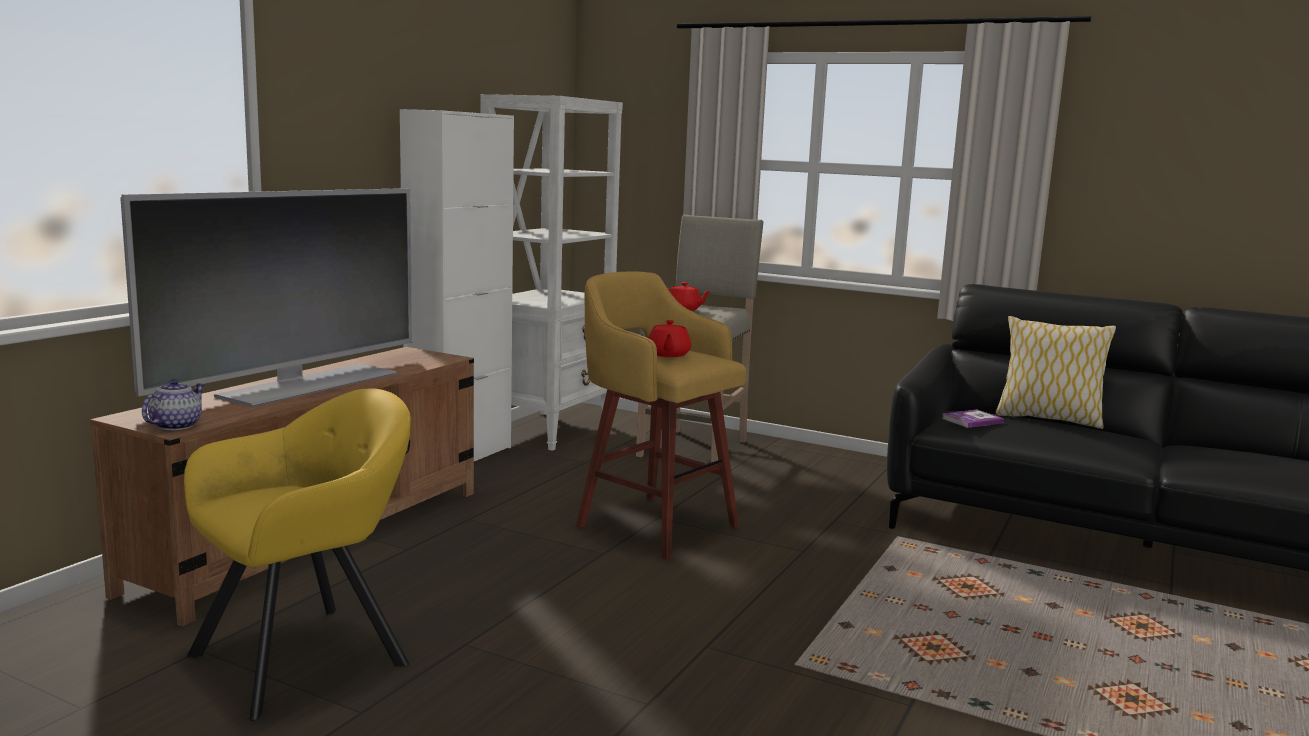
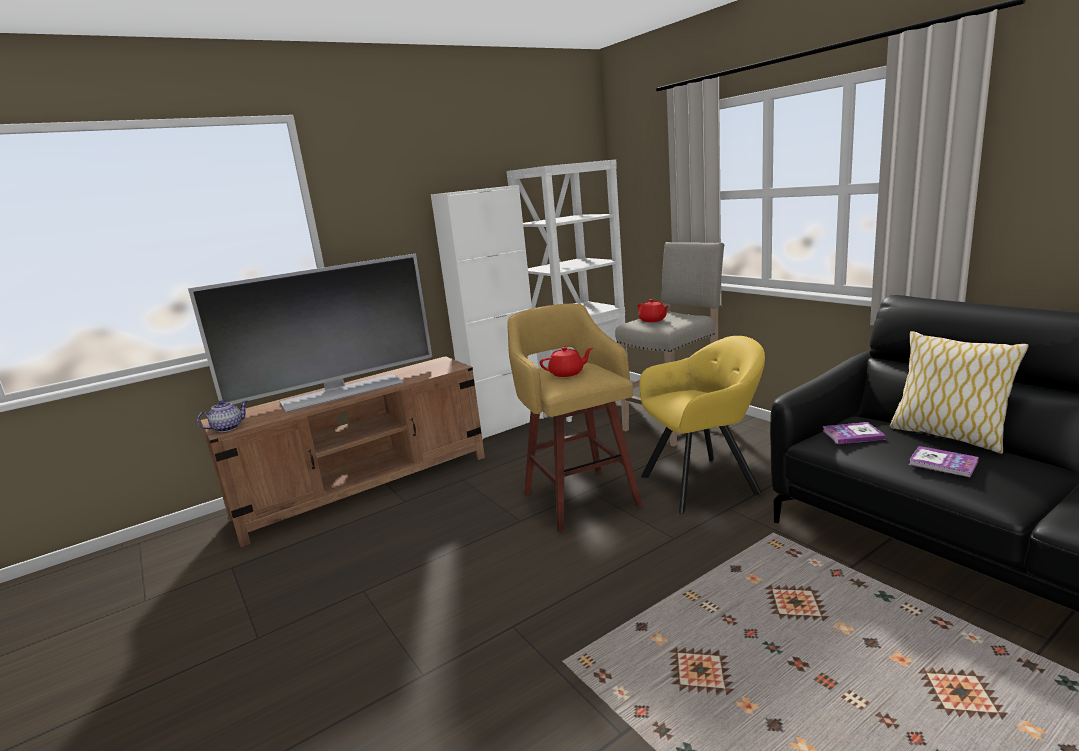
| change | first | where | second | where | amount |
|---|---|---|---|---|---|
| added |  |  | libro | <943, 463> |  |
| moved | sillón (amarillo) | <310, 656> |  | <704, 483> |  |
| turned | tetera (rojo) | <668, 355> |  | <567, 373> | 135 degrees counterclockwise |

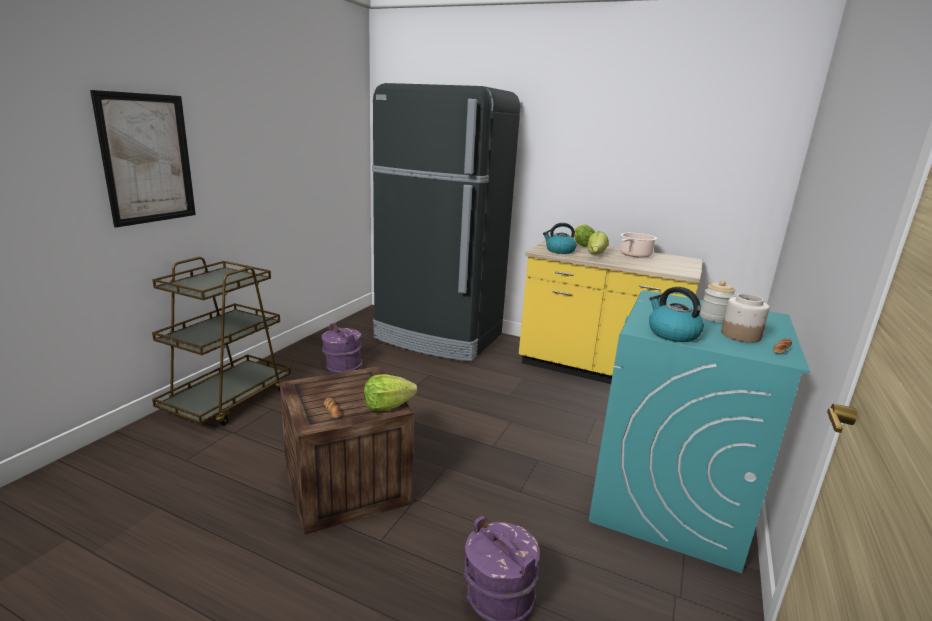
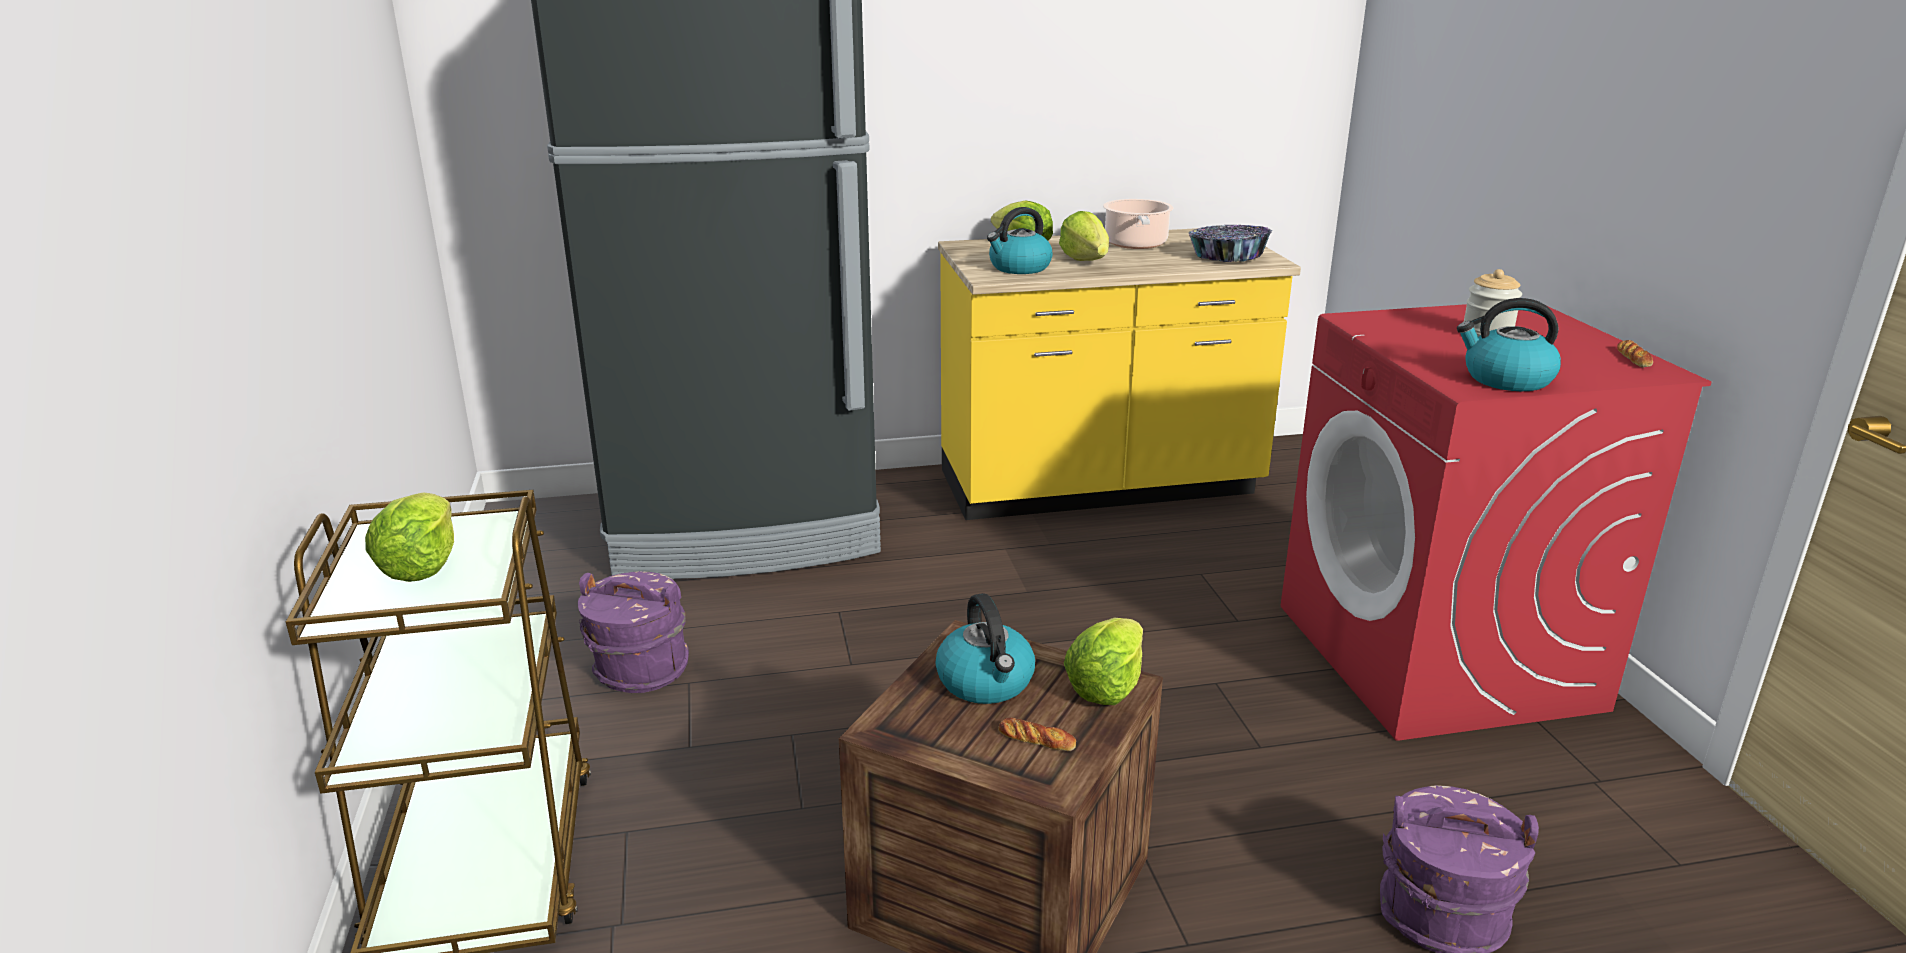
| change | first | where | second | where | amount |
|---|---|---|---|---|---|
| removed | cuadro | <147, 159> |  |  |  |
| removed | tarro | <740, 335> |  |  |  |
| added |  |  | lechuga | <422, 565> |  |
| added |  |  | hervidor | <986, 682> |  |
| added |  |  | cuenco | <1228, 257> |  |
| recoloured | lavadora (turquesa) | <668, 501> | lavadora (rojo) | <1437, 657> |  |

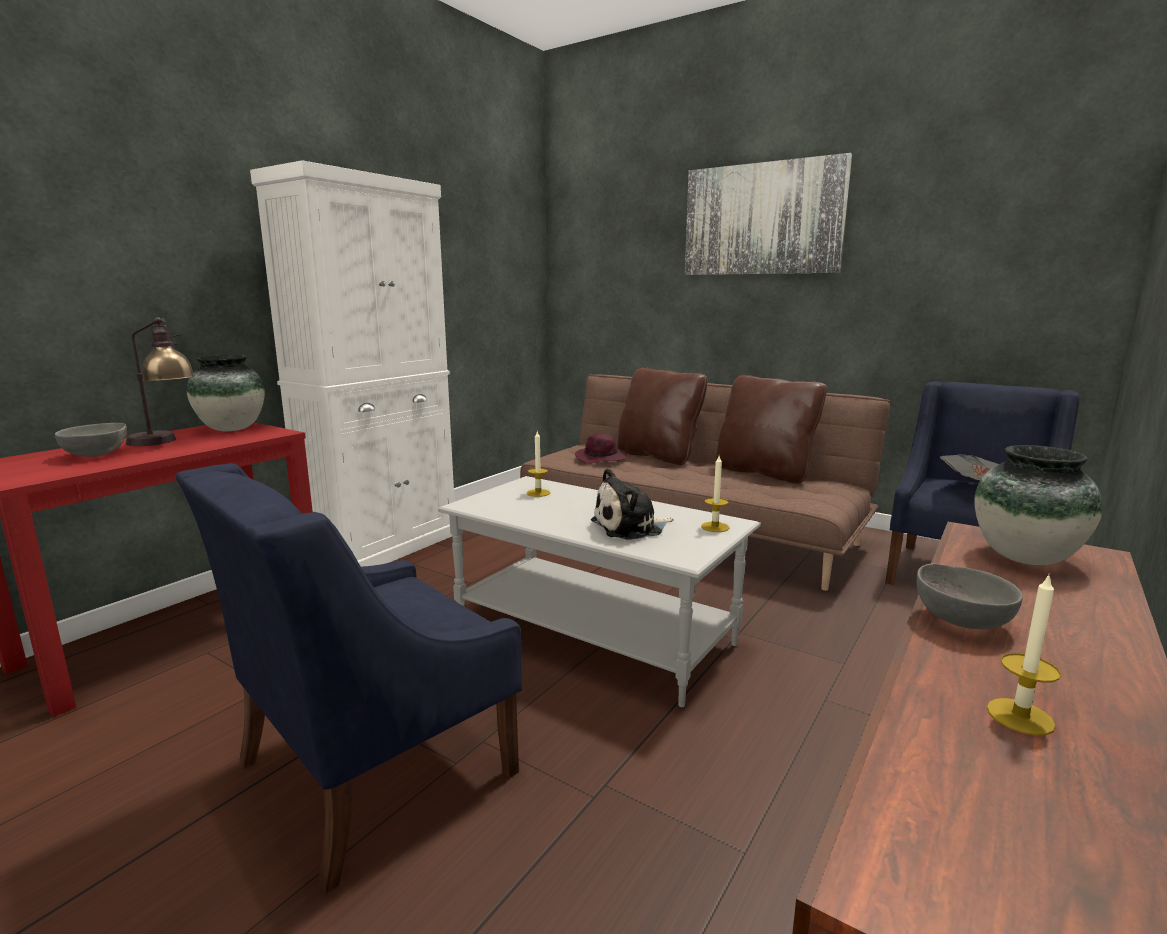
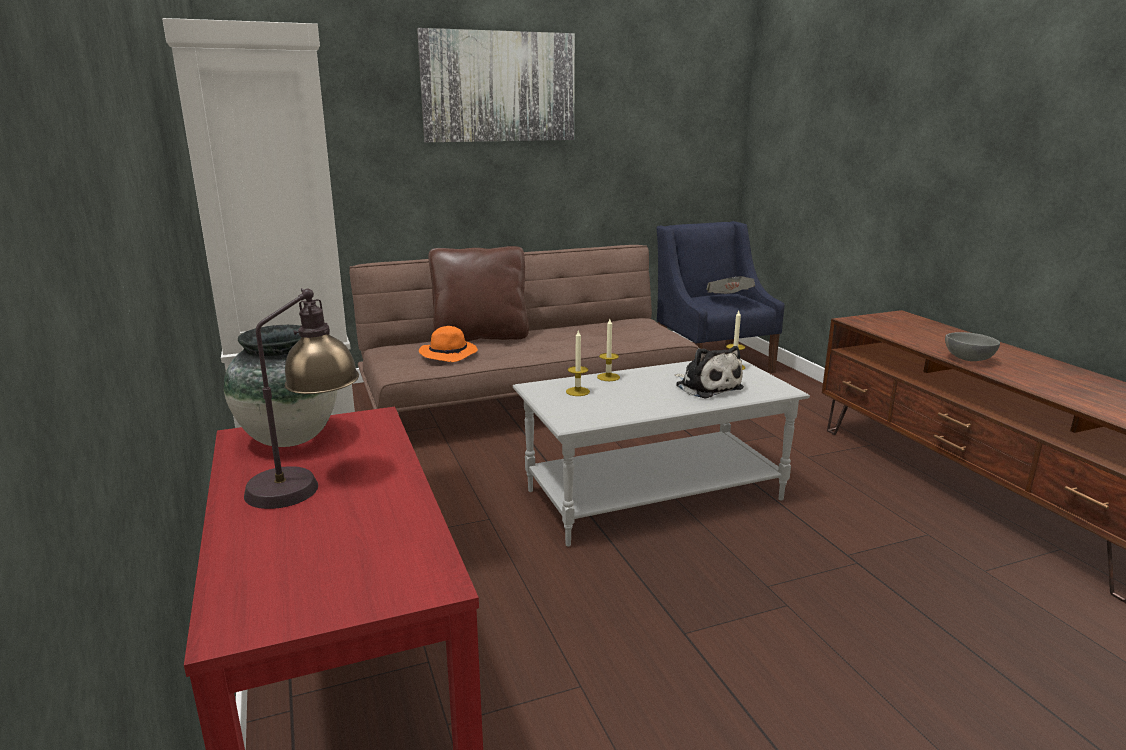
| change | first | where | second | where | amount |
|---|---|---|---|---|---|
| removed | cuenco (gris) | <98, 455> |  |  |  |
| removed | sillón (azul) | <373, 768> |  |  |  |
| removed | cojín (marrón) | <764, 472> |  |  |  |
| removed | florero | <1025, 558> |  |  |  |
| moved | vela | <1020, 716> |  | <608, 377> |  |
| recoloured | sombrero (morado) | <601, 458> | sombrero (naranja) | <449, 354> |  |
| turned | peluche | <631, 527> |  | <706, 386> | 45 degrees counterclockwise |

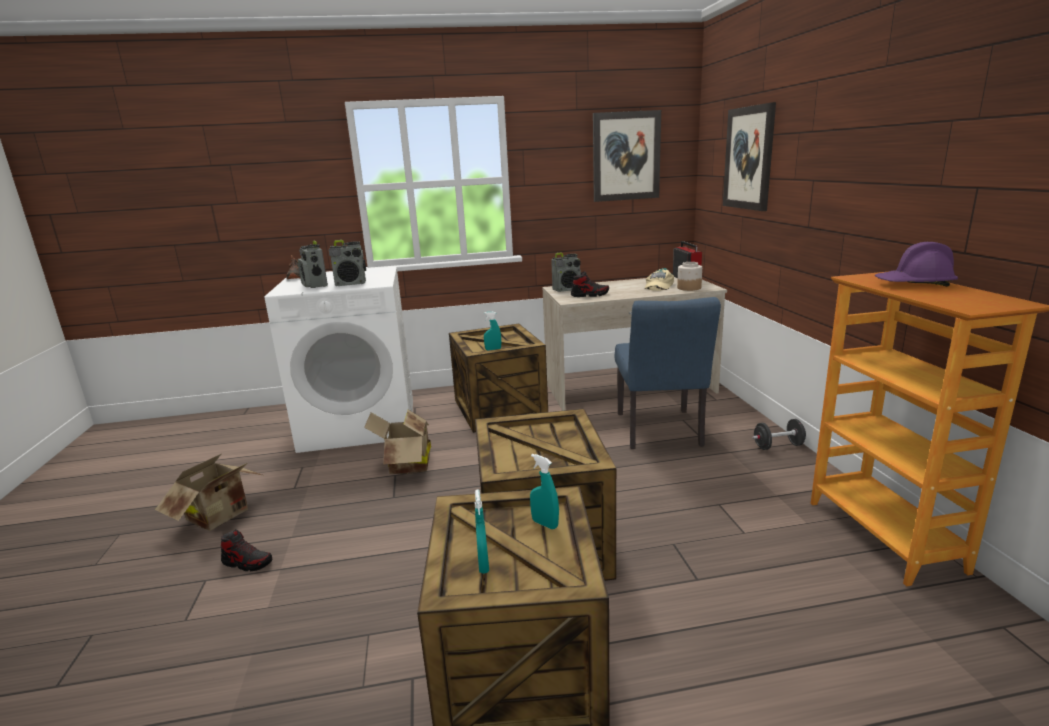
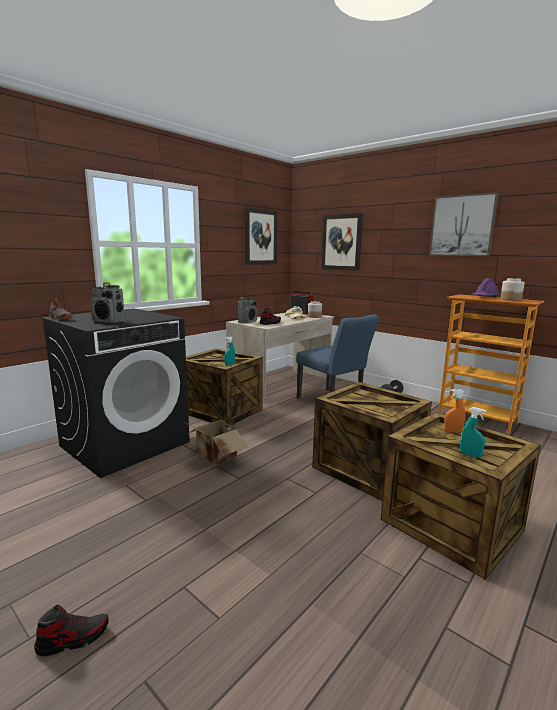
| change | first | where | second | where | amount |
|---|---|---|---|---|---|
| removed | caja de cartón | <222, 516> |  |  |  |
| removed | radio | <351, 284> |  |  |  |
| added |  |  | cuadro | <462, 226> |  |
| added |  |  | tarro | <510, 299> |  |
| moved | zapato | <247, 563> |  | <73, 639> |  |
| recoloured | lavadora (blanco) | <360, 423> | lavadora (negro) | <125, 443> |  |
| recoloured | pulverizador (turquesa) | <545, 524> | pulverizador (naranja) | <452, 431> |  |

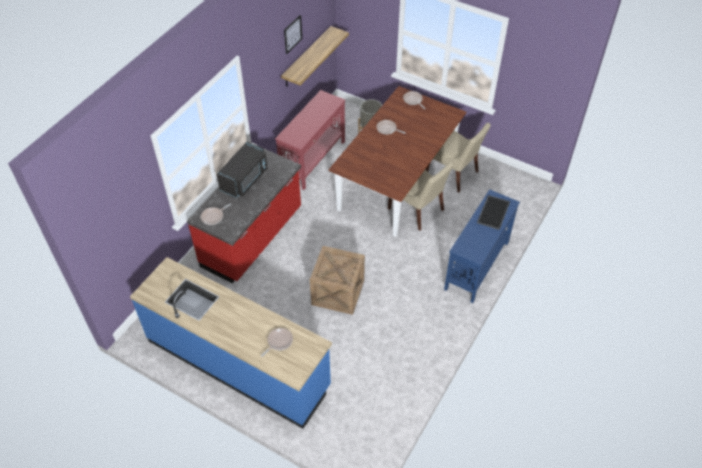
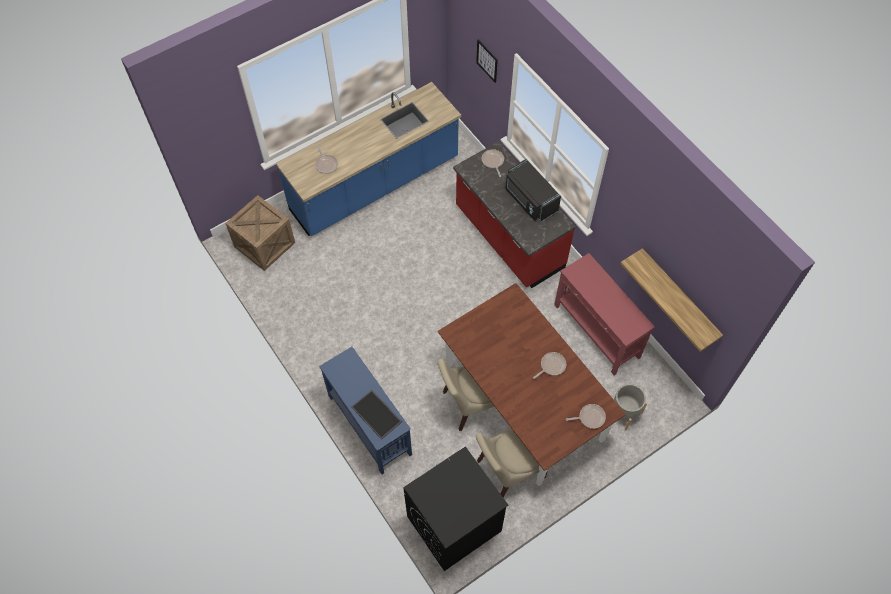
| change | first | where | second | where | amount |
|---|---|---|---|---|---|
| added |  |  | lavadora (negro) | <453, 524> |  |
| moved | cuadro | <292, 34> |  | <487, 61> |  |
| moved | caja de embalaje | <338, 292> |  | <264, 244> |  |

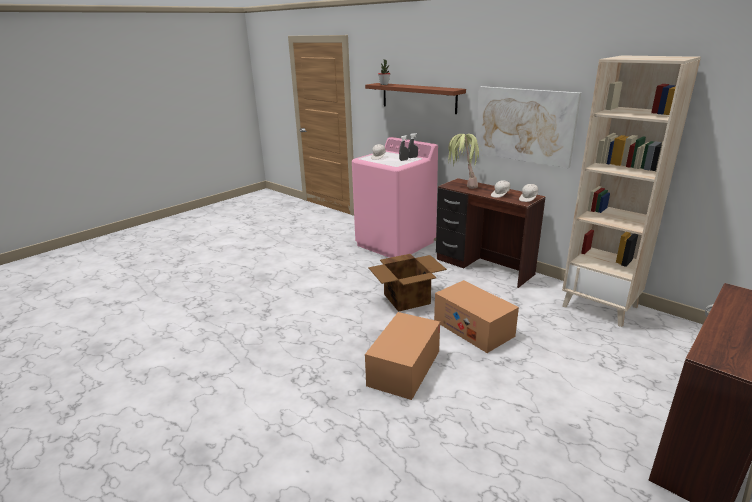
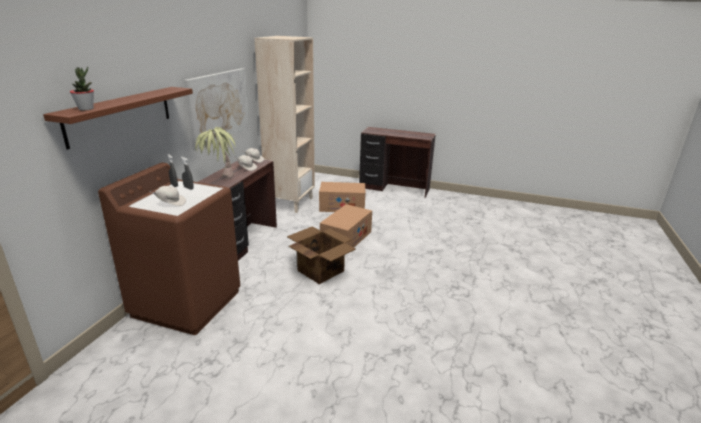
| change | first | where | second | where | amount |
|---|---|---|---|---|---|
| moved | caja de cartón | <404, 368> |  | <342, 206> |  |
| recoloured | lavadora (rosa) | <395, 244> | lavadora (marrón) | <187, 303> |  |

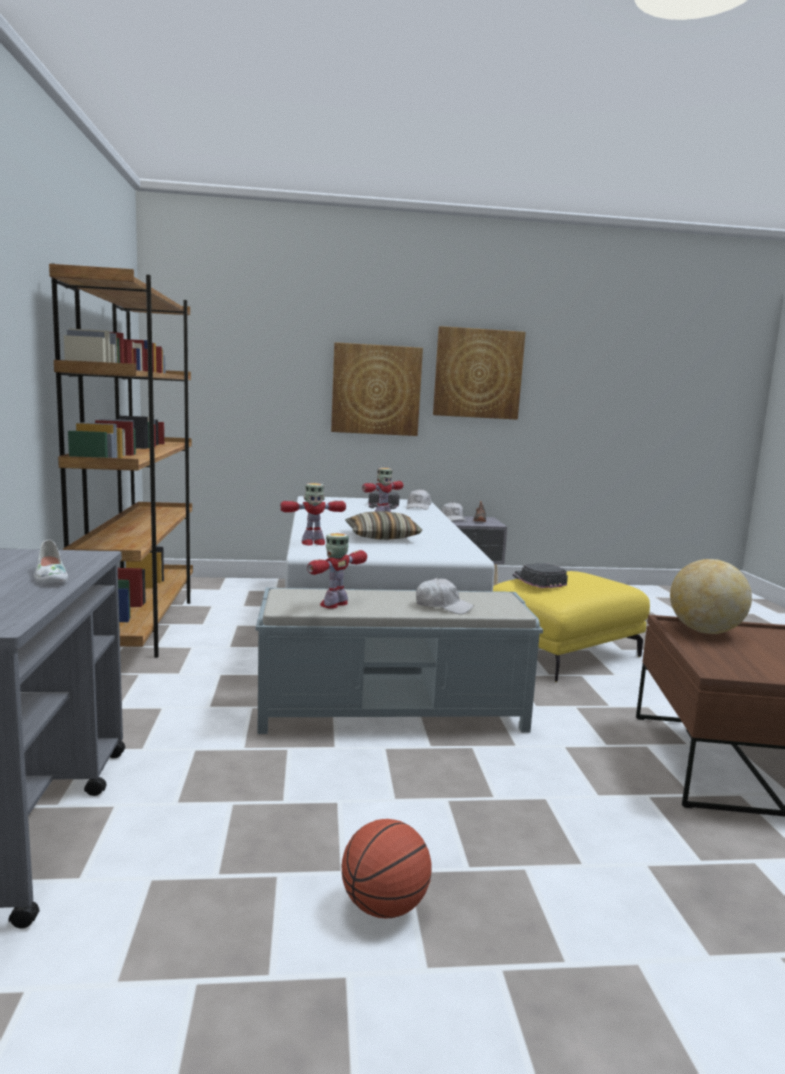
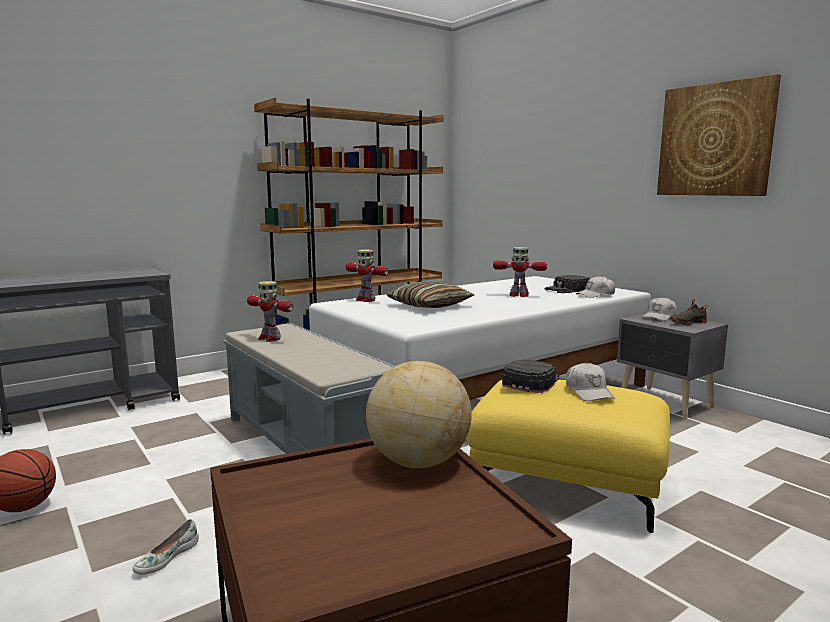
| change | first | where | second | where | amount |
|---|---|---|---|---|---|
| removed | cuadro | <376, 390> |  |  |  |
| moved | zapato (blanco) | <50, 577> |  | <166, 557> |  |
| moved | gorra (blanco) | <443, 606> |  | <588, 392> |  |
| turned | robot de juguete | <335, 604> |  | <269, 338> | 150 degrees counterclockwise |

